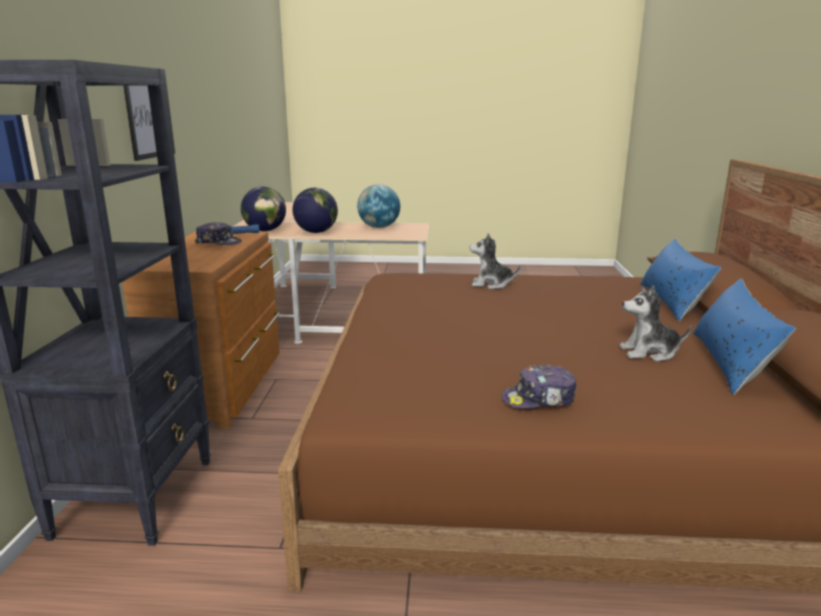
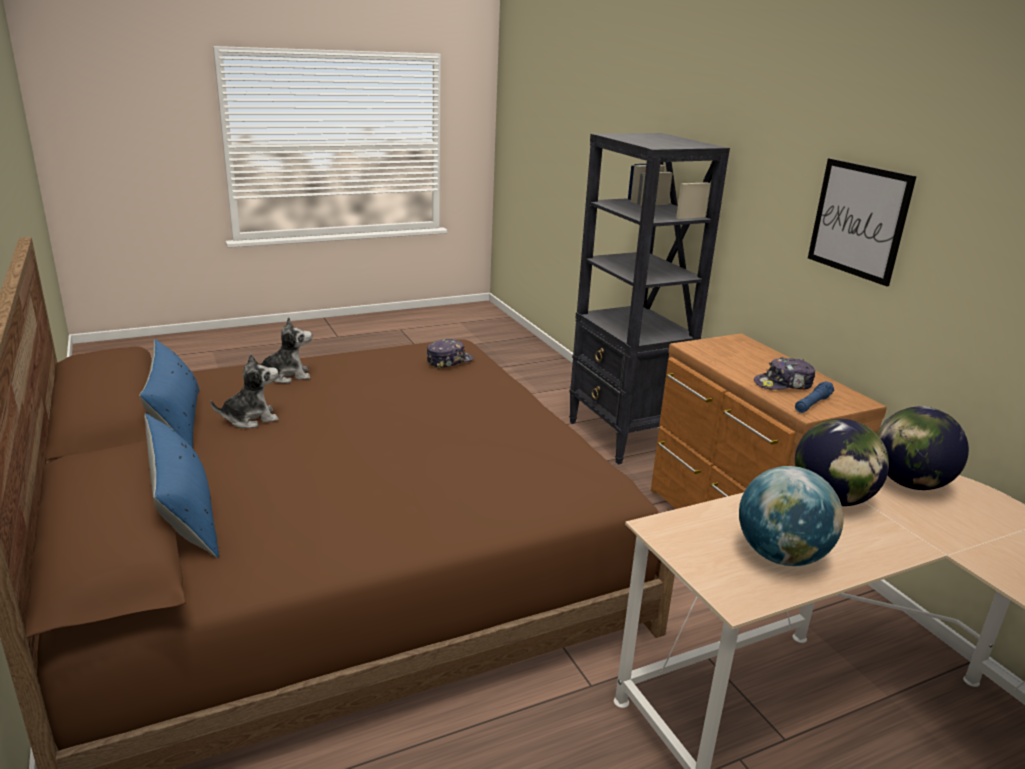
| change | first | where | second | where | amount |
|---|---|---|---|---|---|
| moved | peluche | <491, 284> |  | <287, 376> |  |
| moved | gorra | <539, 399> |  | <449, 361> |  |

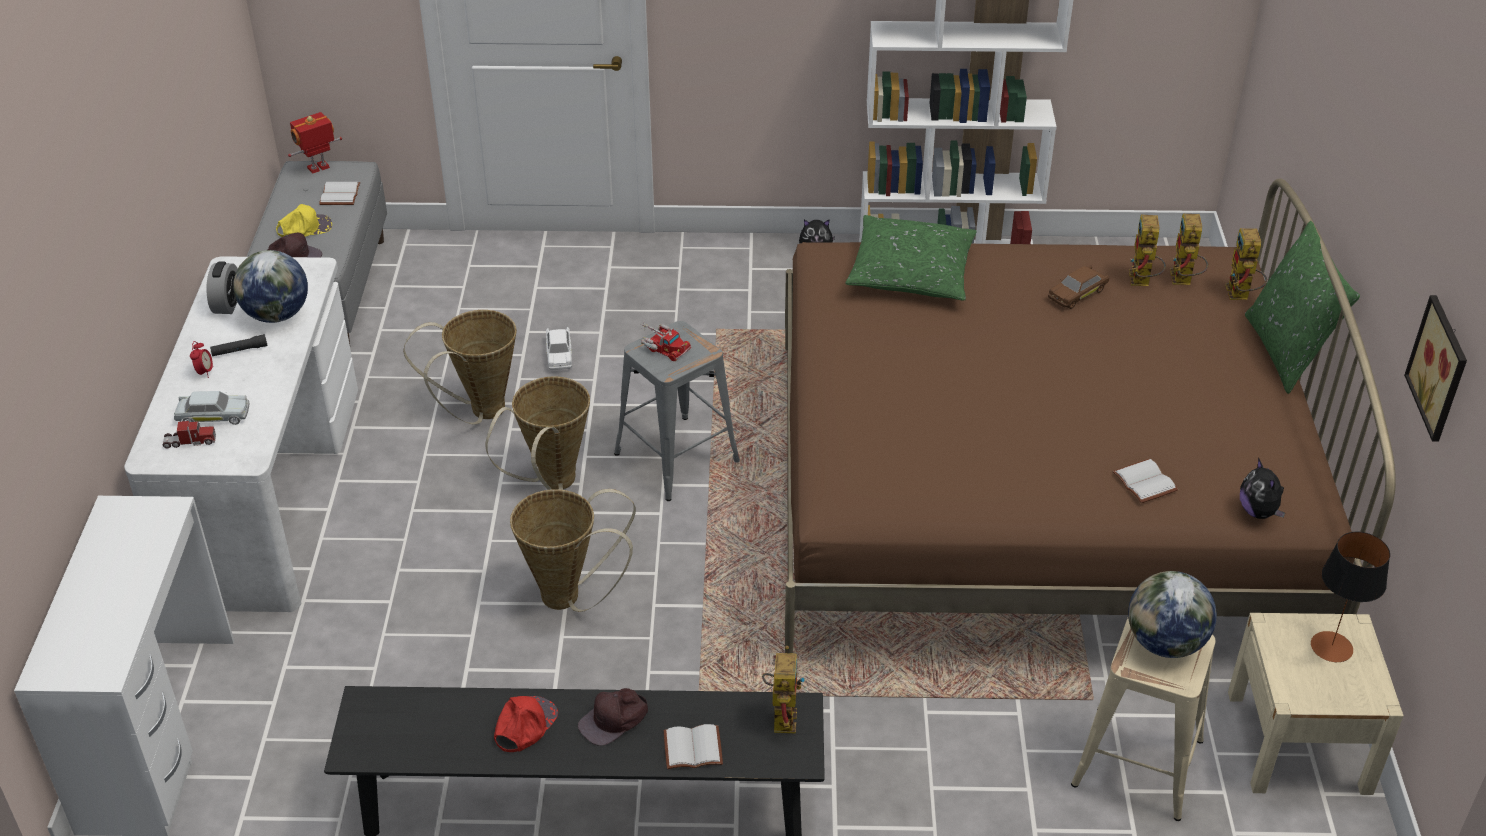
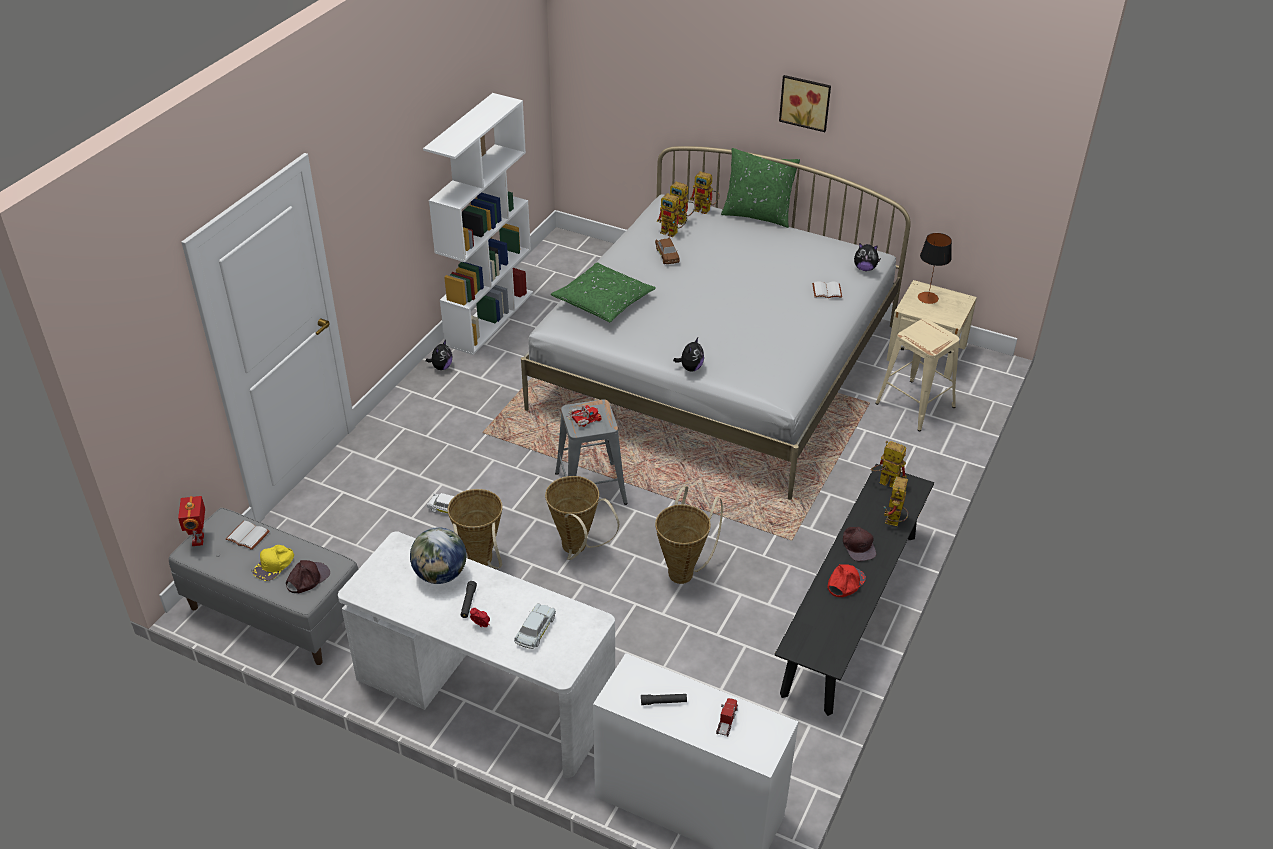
| change | first | where | second | where | amount |
|---|---|---|---|---|---|
| removed | despertador | <227, 304> |  |  |  |
| removed | globo terráqueo | <1165, 644> |  |  |  |
| added |  |  | linterna (negro) | <664, 702> |  |
| added |  |  | peluche | <690, 368> |  |
| moved | camión de juguete | <190, 442> |  | <727, 720> |  |
| moved | cuadro | <1442, 368> |  | <805, 102> |  |
| replaced | libro (blanco) | <692, 750> | robot de juguete | <894, 522> |  |
| recoloured | cama (marrón) | <1033, 496> | cama (blanco) | <716, 366> |  |
| turned | gorra (amarillo) | <304, 228> |  | <274, 565> | 150 degrees counterclockwise |
| turned | gorra (rojo) | <524, 725> |  | <845, 582> | 75 degrees clockwise |

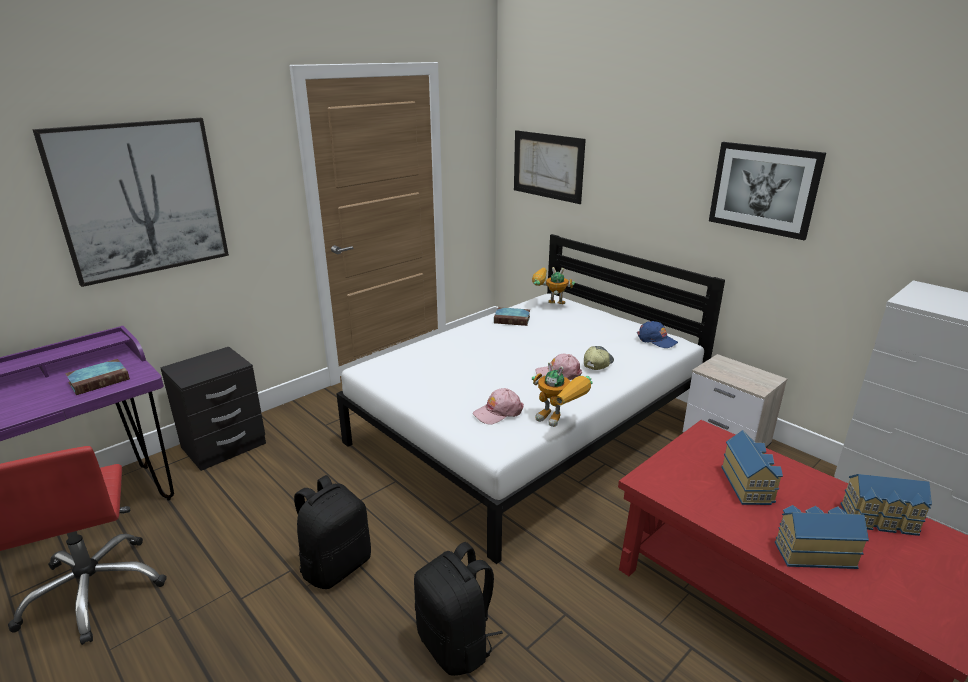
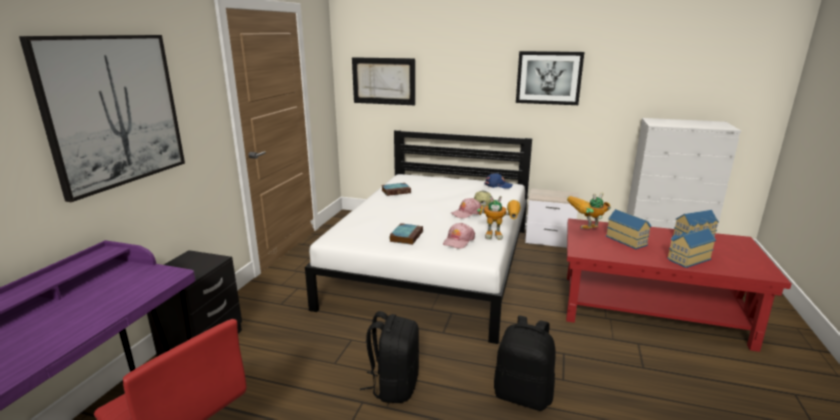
| change | first | where | second | where | amount |
|---|---|---|---|---|---|
| moved | libro | <100, 380> |  | <406, 236> |  |
| moved | robot de juguete | <549, 305> |  | <585, 231> |  |

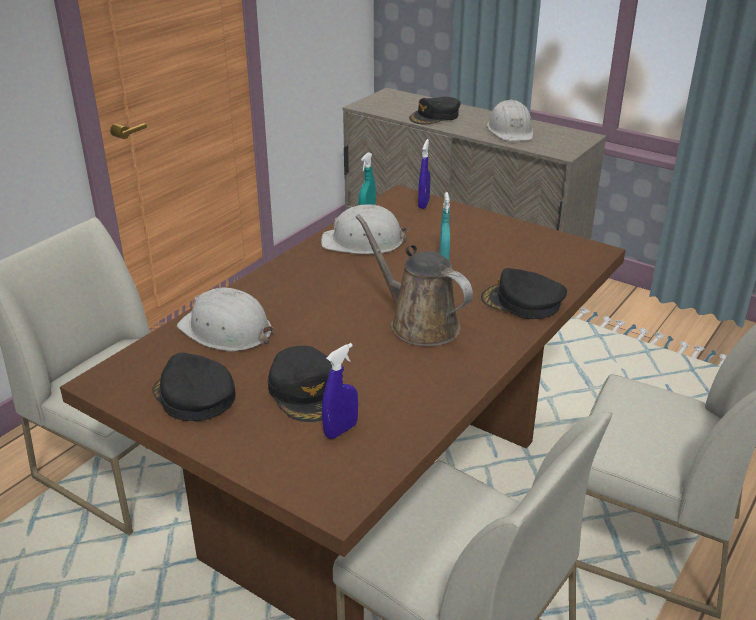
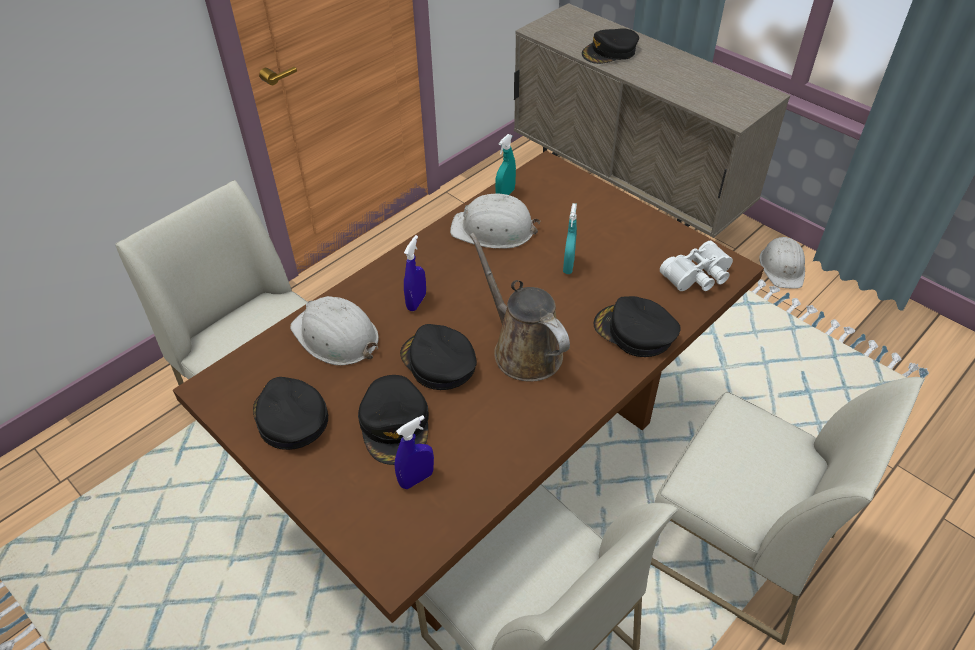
| change | first | where | second | where | amount |
|---|---|---|---|---|---|
| added |  |  | gorra (negro) | <438, 362> |  |
| added |  |  | prismáticos (blanco) | <699, 277> |  |
| moved | pulverizador (azul) | <423, 204> |  | <416, 302> |  |
| moved | casco (blanco) | <511, 131> |  | <782, 267> |  |

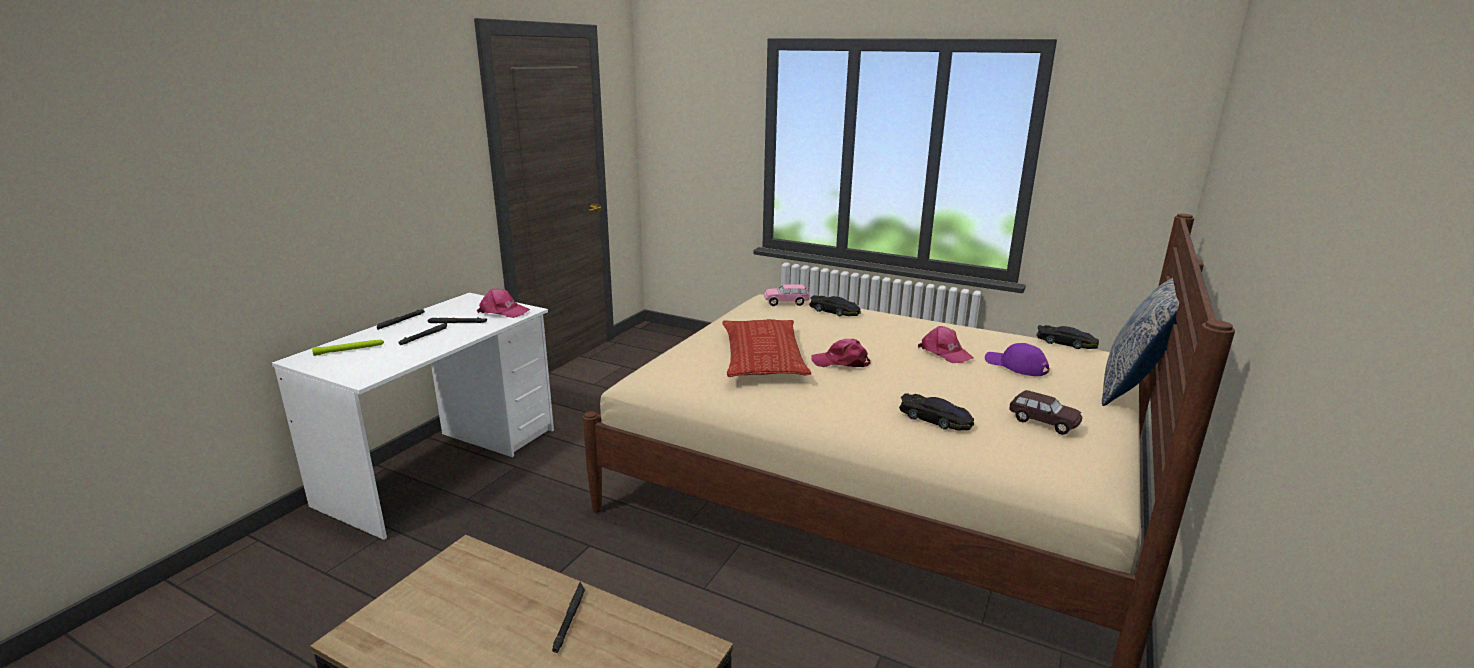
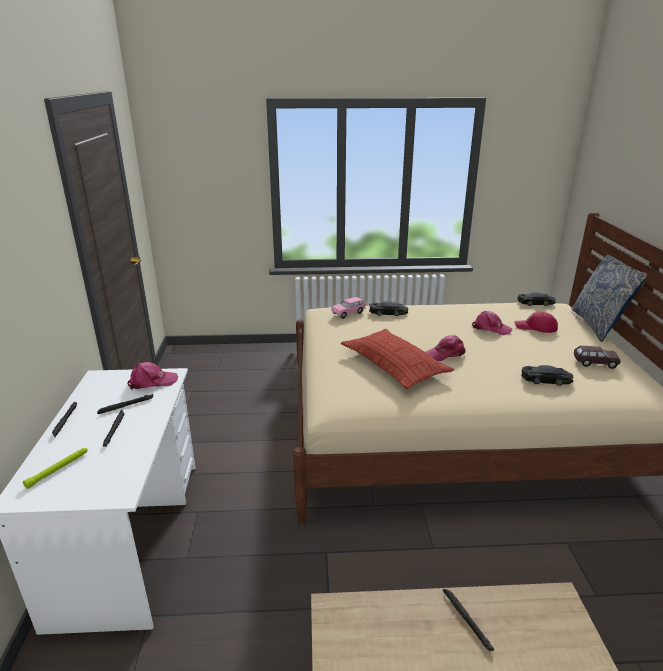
| change | first | where | second | where | amount |
|---|---|---|---|---|---|
| recoloured | gorra (morado) | <1016, 366> | gorra (rojo) | <535, 327> |  |

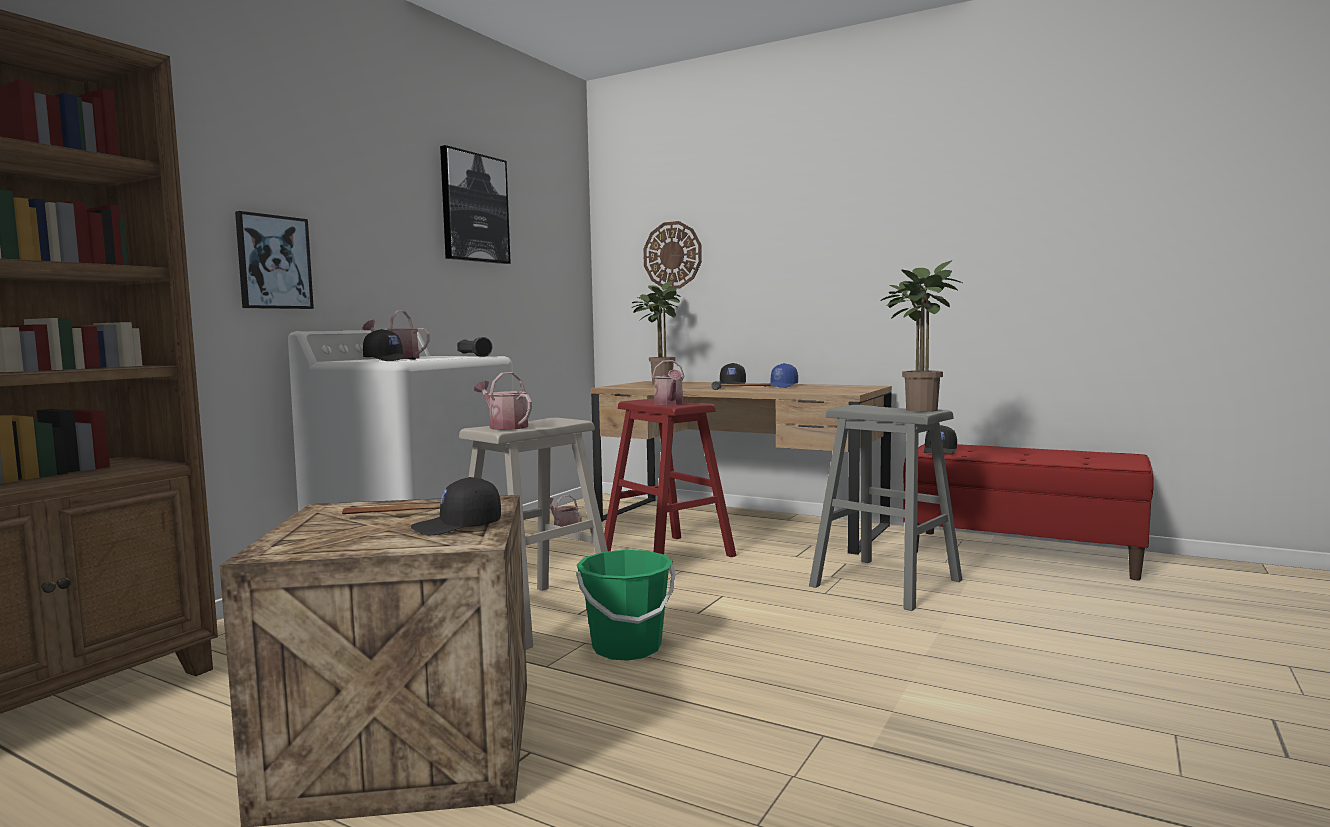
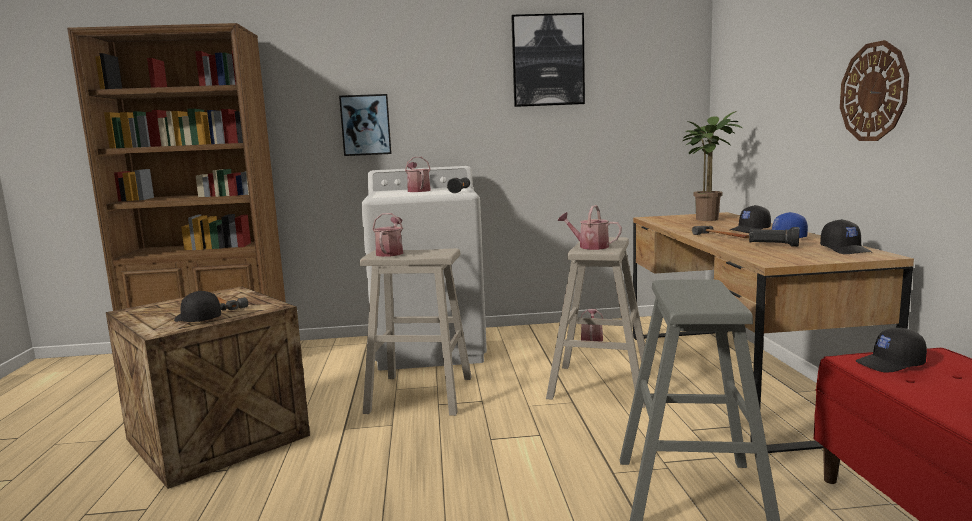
| change | first | where | second | where | amount |
|---|---|---|---|---|---|
| removed | cubo (verde) | <626, 647> |  |  |  |
| removed | planta en maceta | <919, 409> |  |  |  |
| added |  |  | linterna (negro) | <773, 245> |  |
| moved | gorra (negro) | <390, 360> |  | <846, 250> |  |
| moved | reloj de pared | <672, 255> |  | <873, 92> |  |
| recoloured | taburete (rojo) | <667, 555> | taburete (beis) | <600, 385> |  |
| turned | regadera | <669, 404> |  | <589, 246> | 75 degrees clockwise |

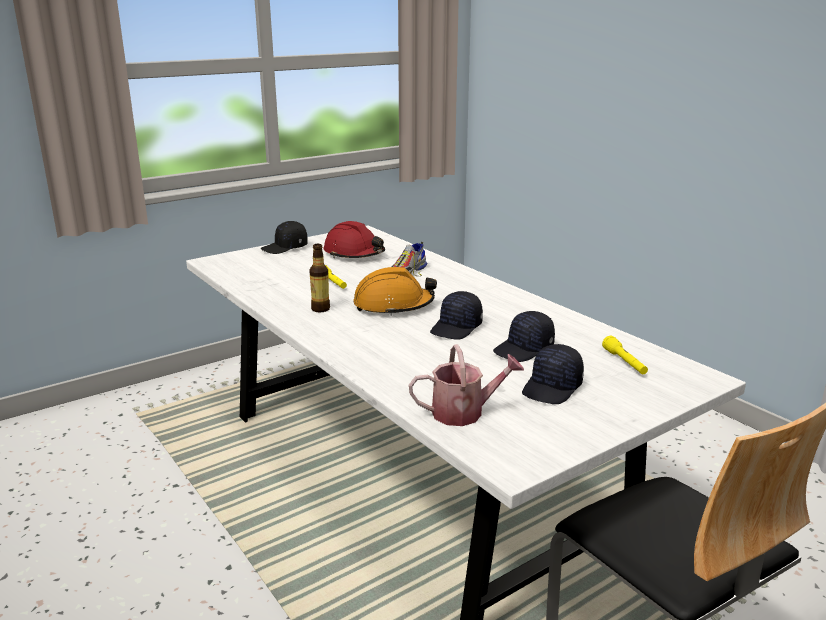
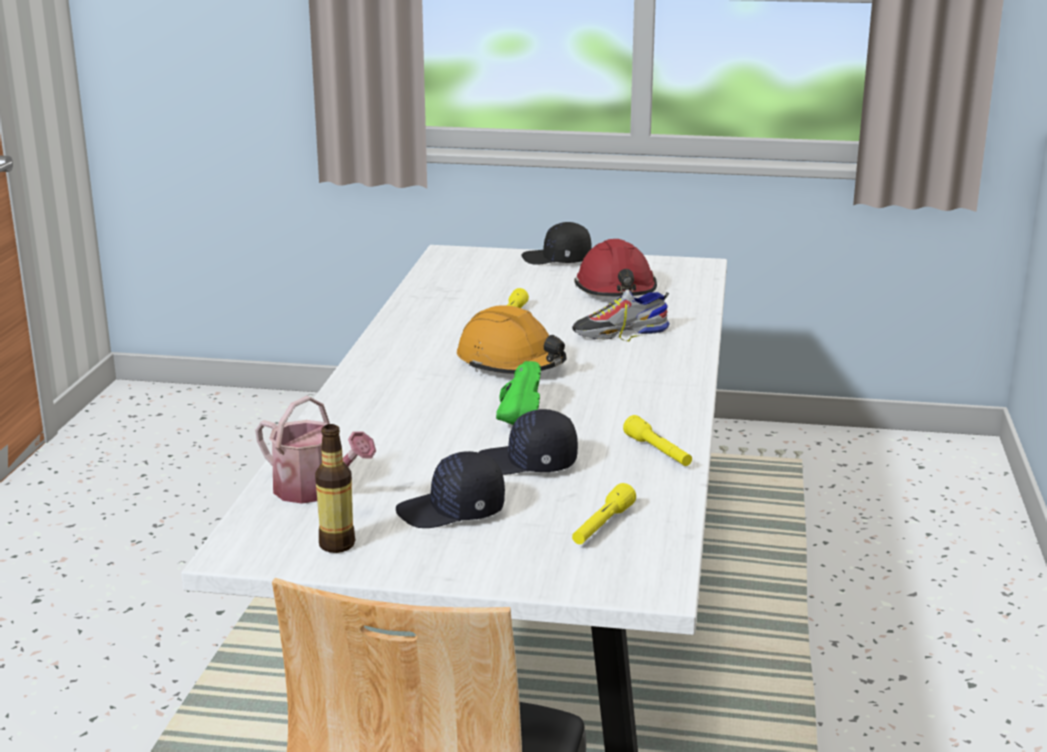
| change | first | where | second | where | amount |
|---|---|---|---|---|---|
| added |  |  | linterna (amarillo) | <658, 452> |  |
| moved | botella | <320, 309> |  | <337, 545> |  |
| replaced | gorra (negro) | <457, 328> | zapato (verde) | <516, 412> |  |

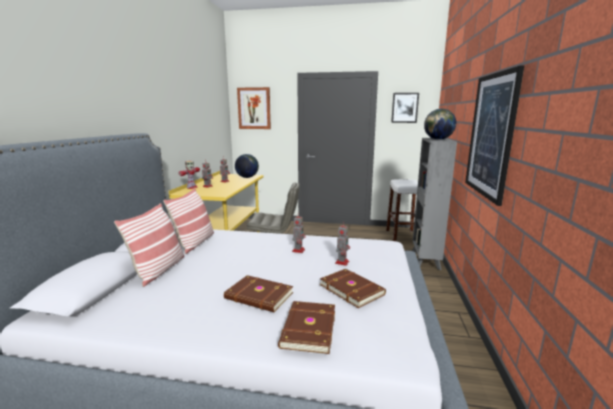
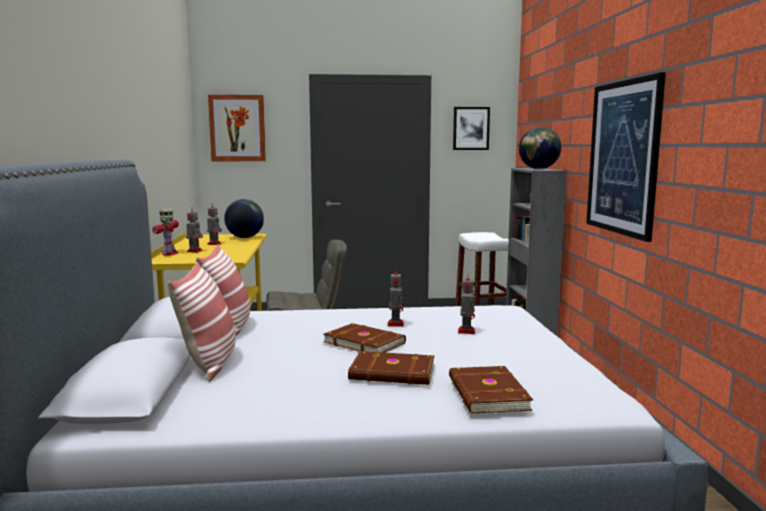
| change | first | where | second | where | amount |
|---|---|---|---|---|---|
| moved | libro (marrón) | <352, 289> |  | <364, 342> |  |

